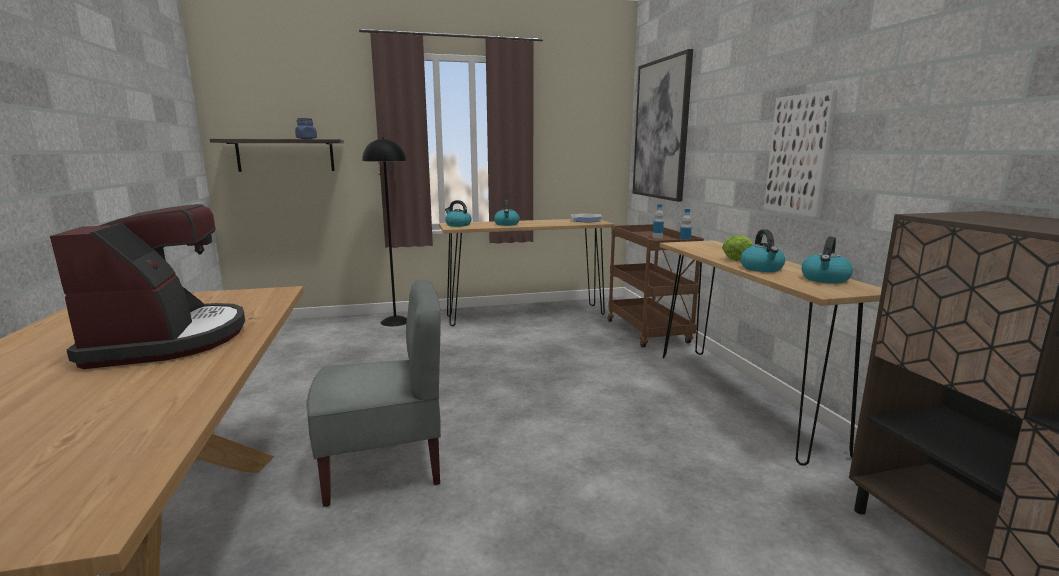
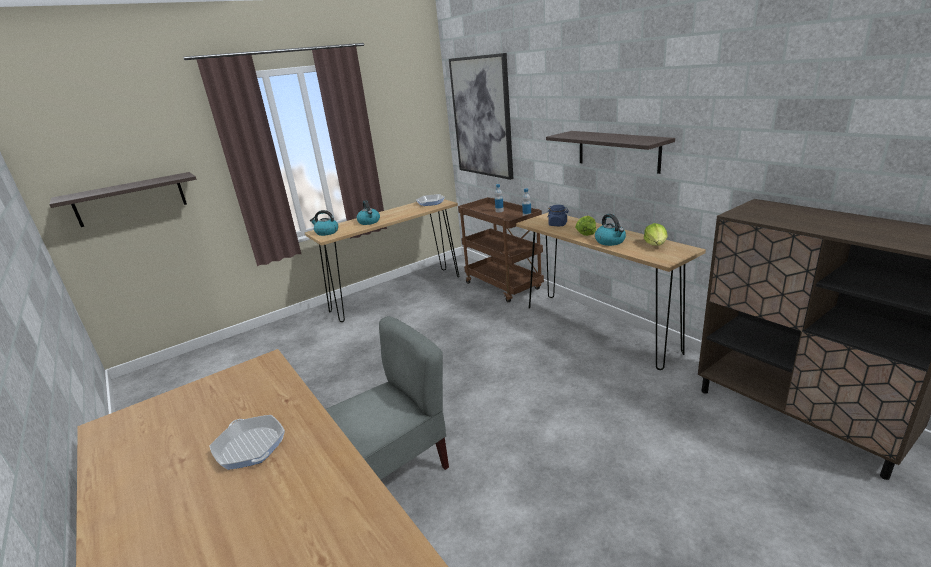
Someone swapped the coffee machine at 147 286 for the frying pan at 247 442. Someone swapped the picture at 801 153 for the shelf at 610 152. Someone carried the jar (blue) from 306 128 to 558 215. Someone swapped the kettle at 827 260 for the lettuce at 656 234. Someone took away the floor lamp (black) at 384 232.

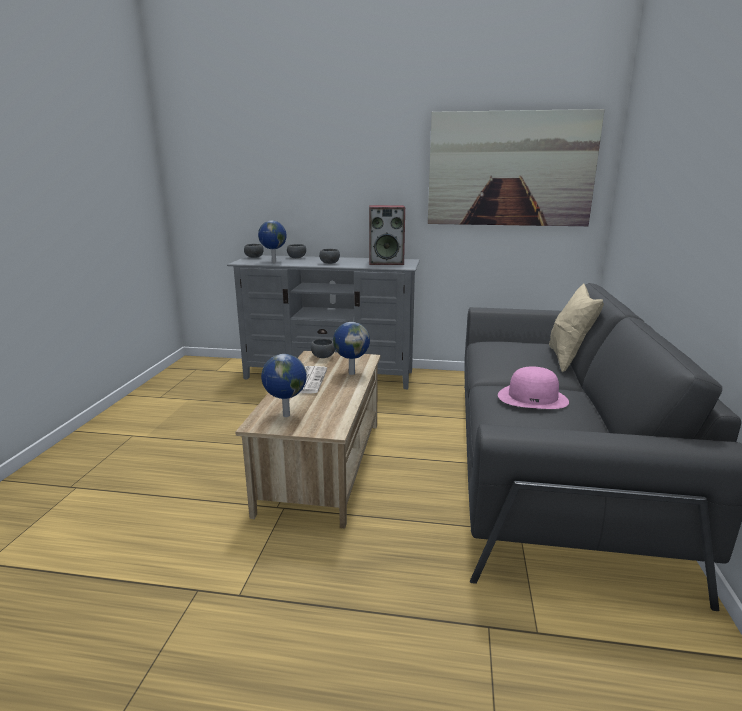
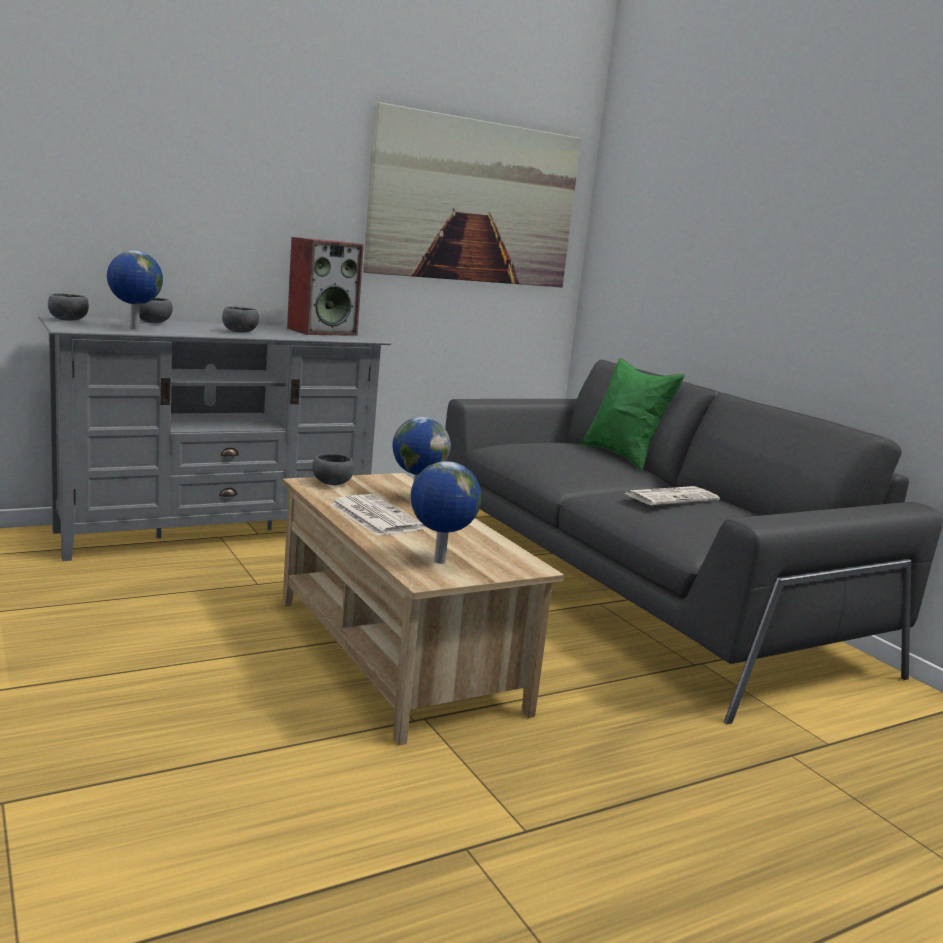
Someone repainted the pillow (beige) at 576 327, which became the pillow (green) at 633 414. Someone swapped the hat (pink) at 533 387 for the newspaper at 671 496.

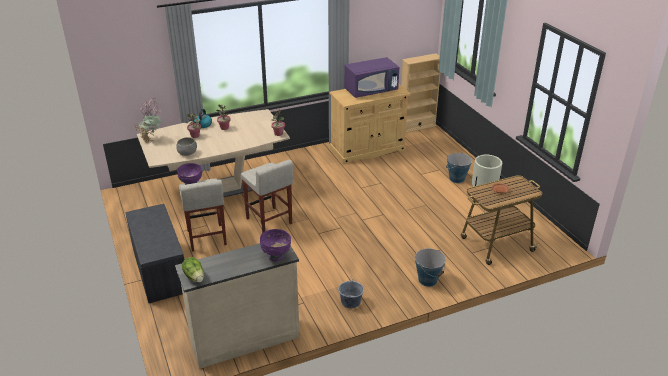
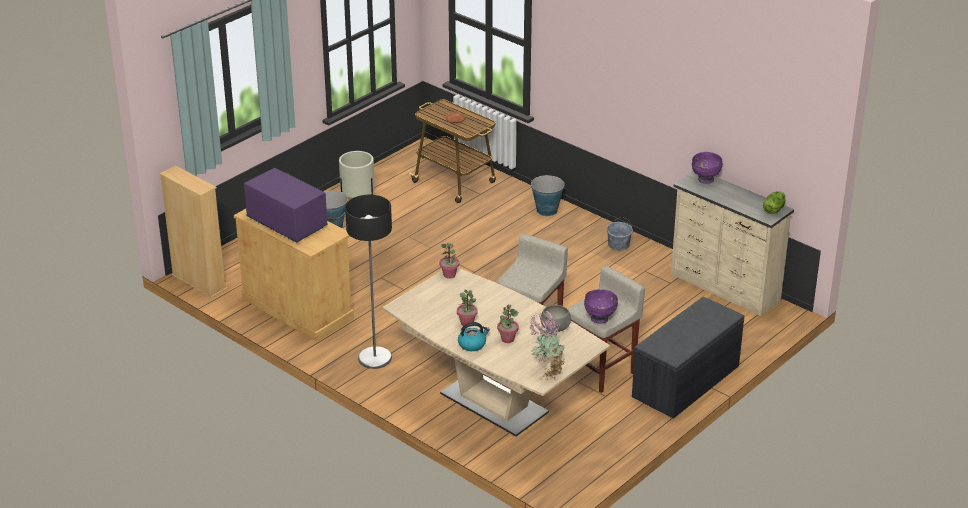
Someone put down the floor lamp at 368 282.

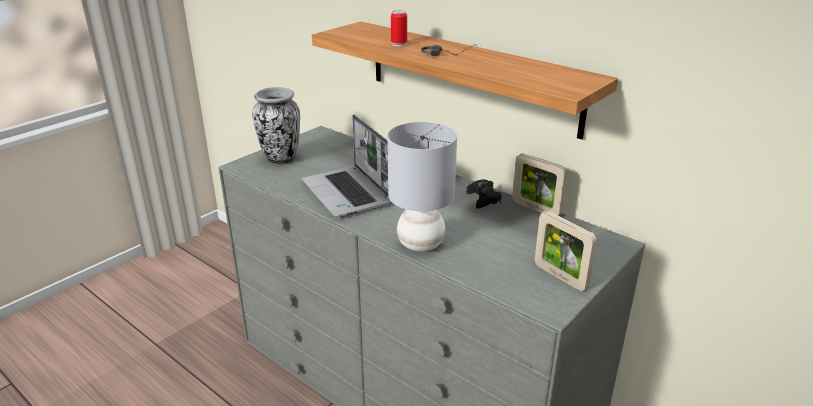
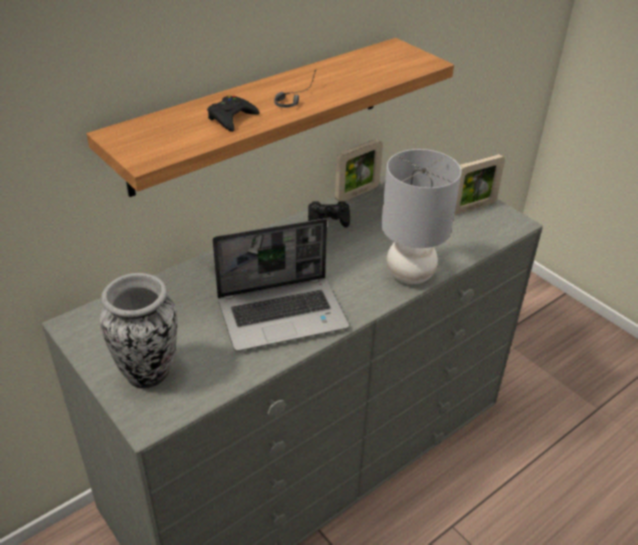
Someone swapped the can at 399 28 for the game controller (black) at 233 114.

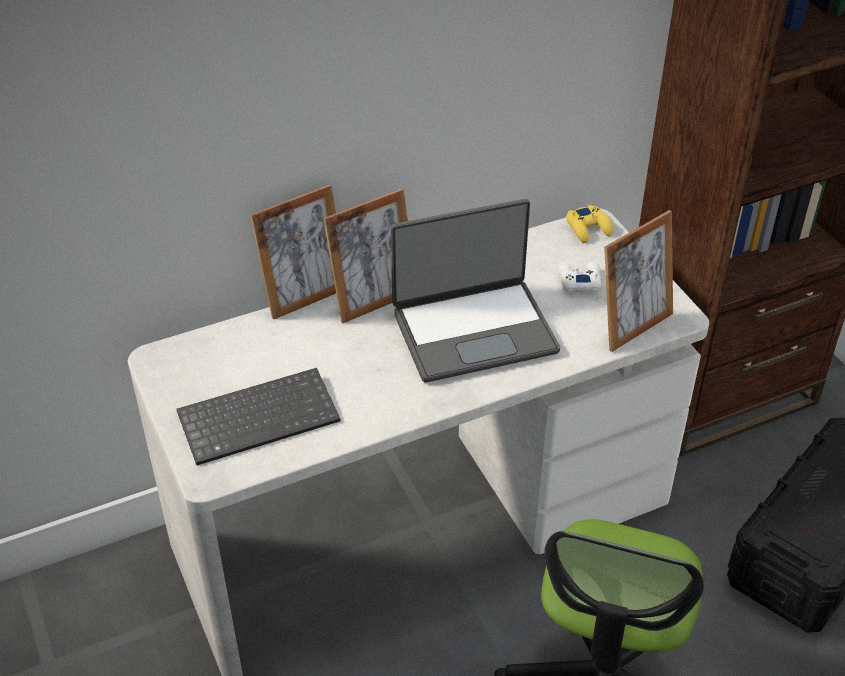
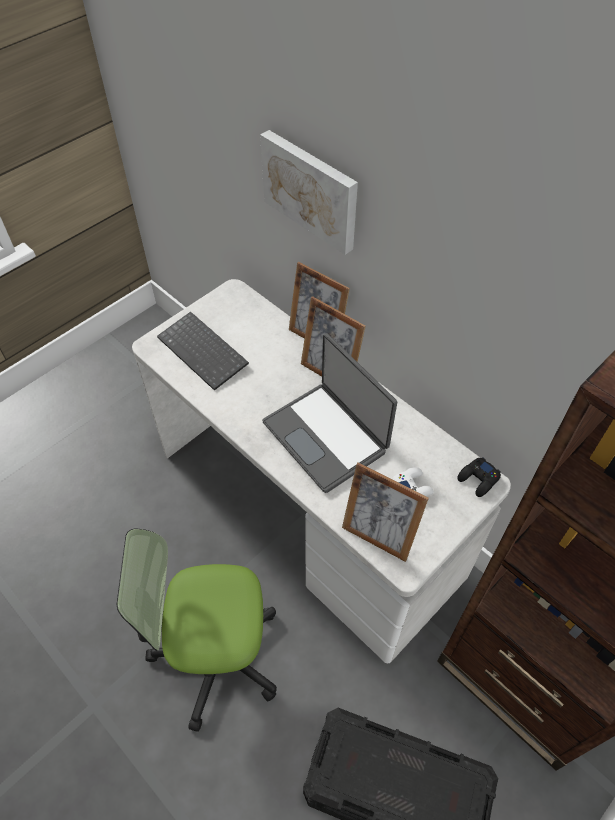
Someone put up the picture at 309 192. Someone repainted the game controller (yellow) at 590 224, which became the game controller (black) at 479 477.

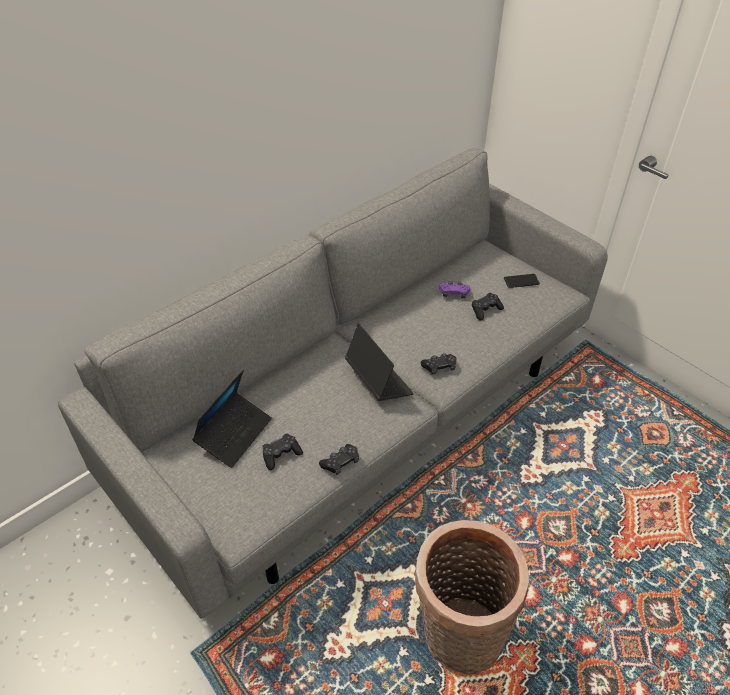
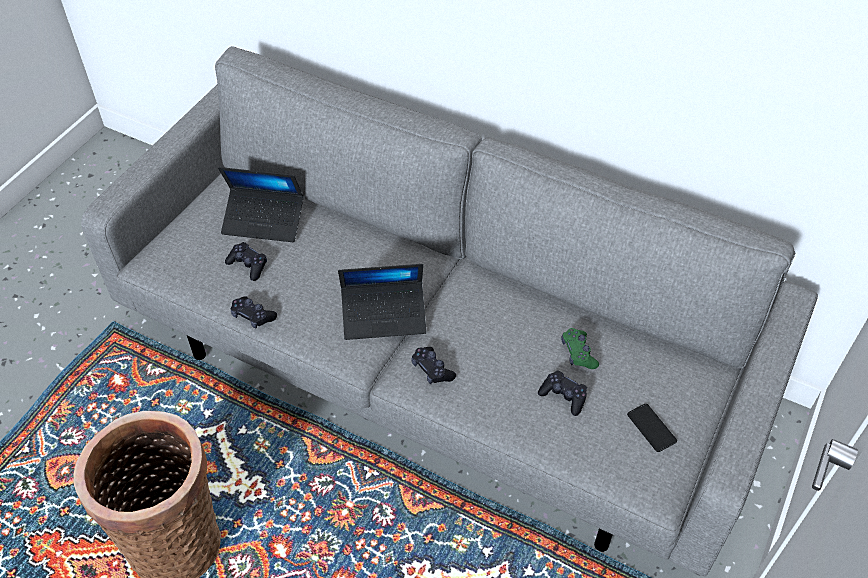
Someone rotated the laptop at 379 362 by 45 degrees clockwise. Someone repainted the game controller (purple) at 454 289, which became the game controller (green) at 580 348.

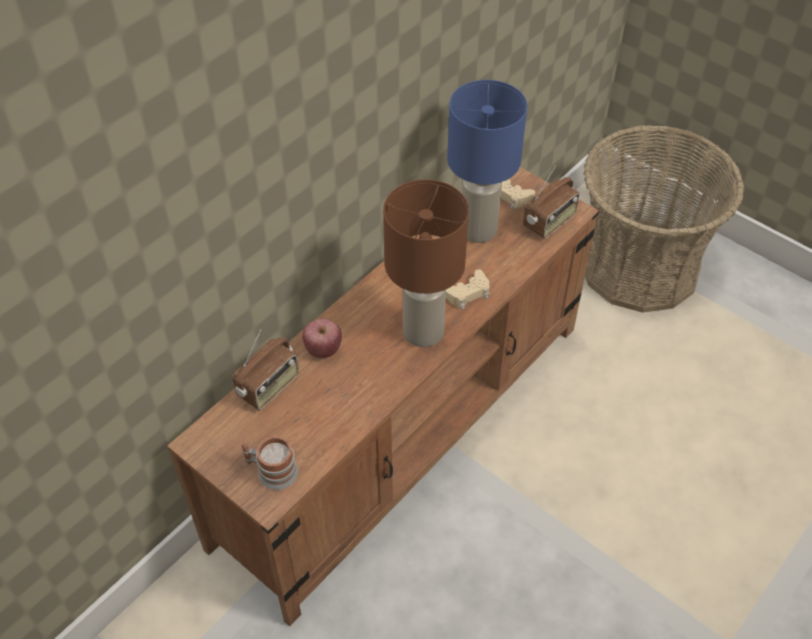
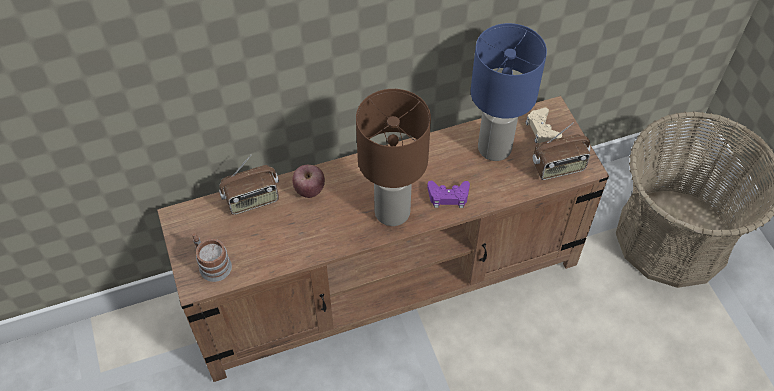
Someone repainted the game controller (beige) at 468 289, which became the game controller (purple) at 448 194.

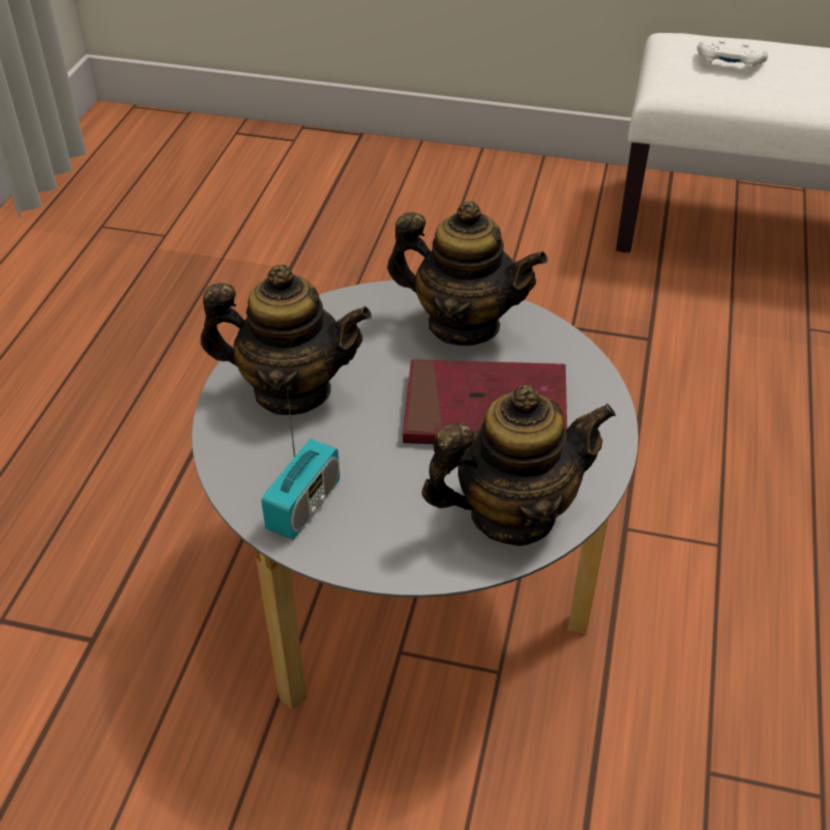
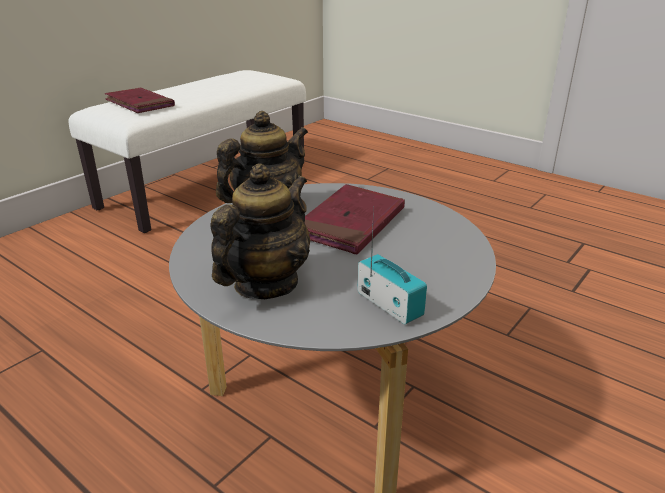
Someone swapped the game controller (white) at 732 55 for the book (red) at 140 100. Someone took away the teapot at 519 465.

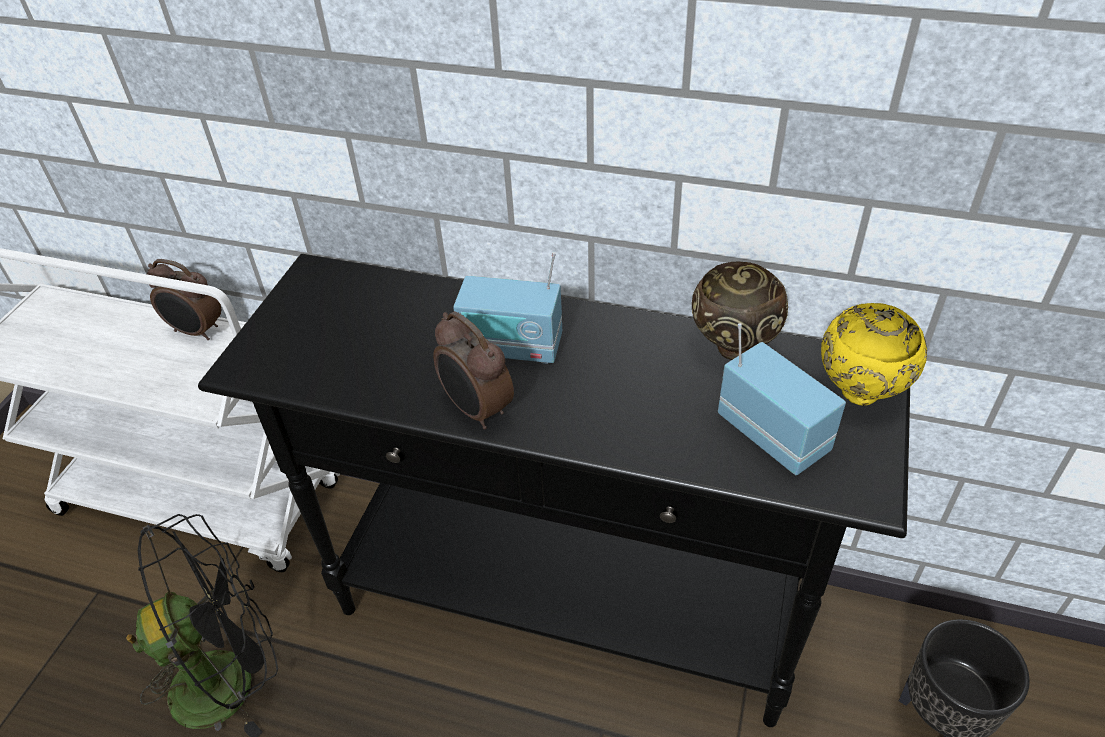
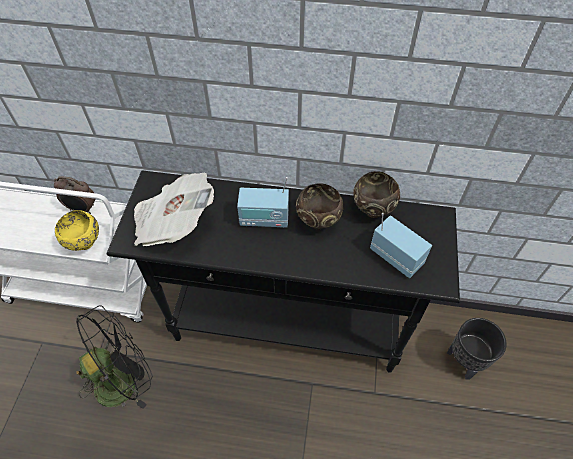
Someone carried the bowl (yellow) from 874 354 to 77 230. Someone put down the newspaper at 174 209. Someone put down the bowl (brown) at 320 206. Someone took away the alarm clock at 473 370.

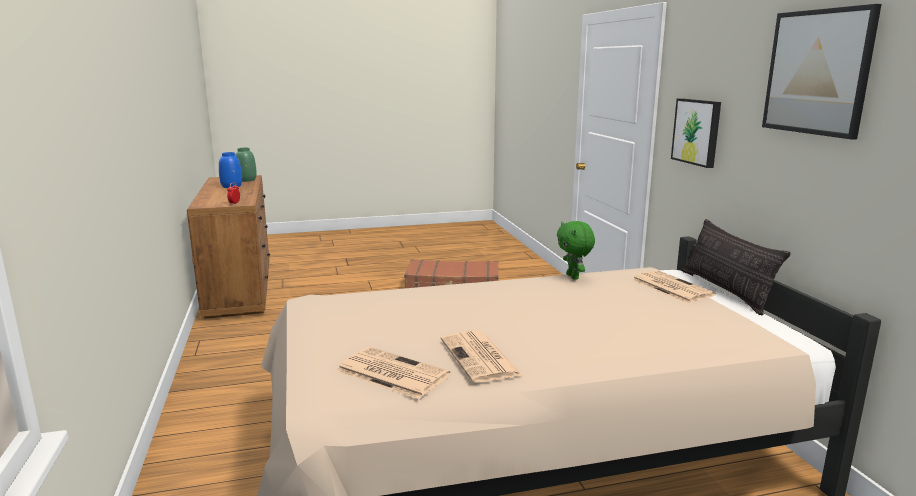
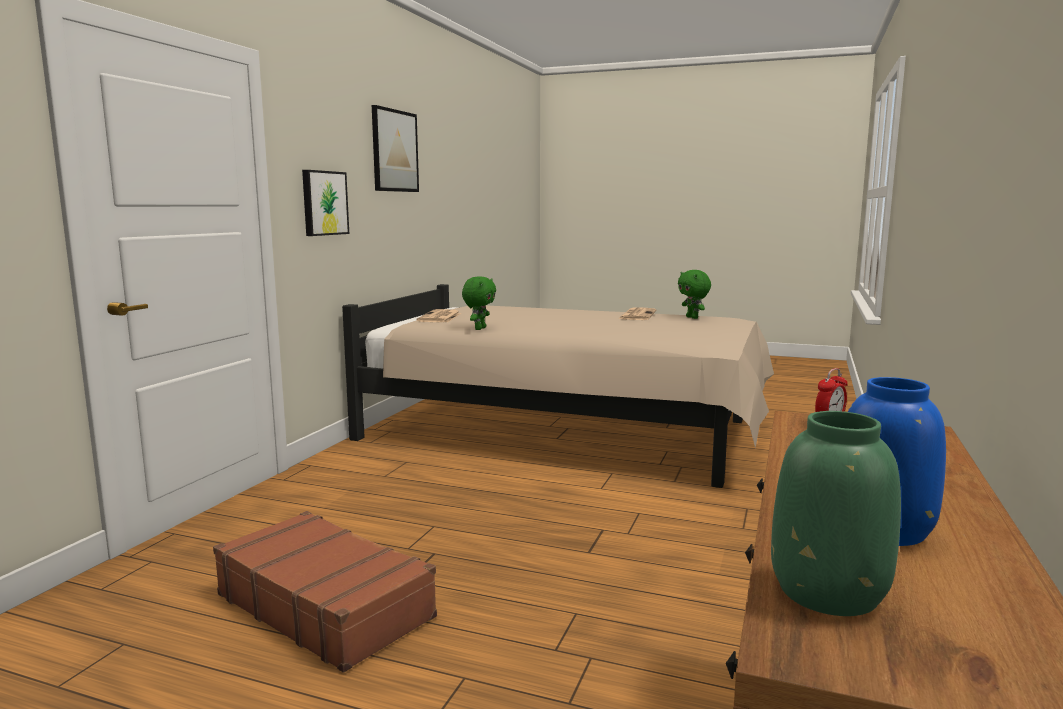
Someone swapped the newspaper at 393 373 for the plush toy (green) at 694 294. Someone took away the pillow at 736 267.

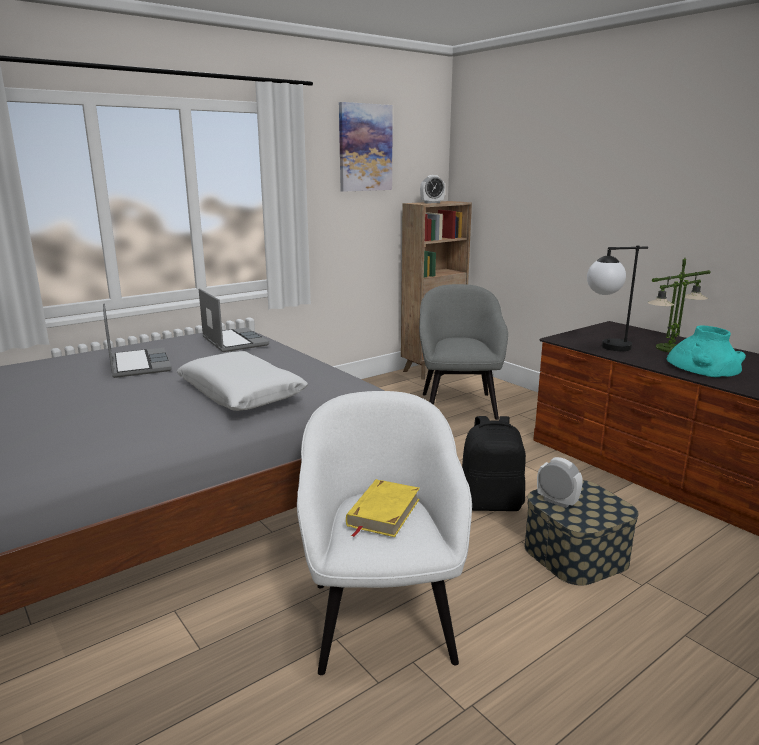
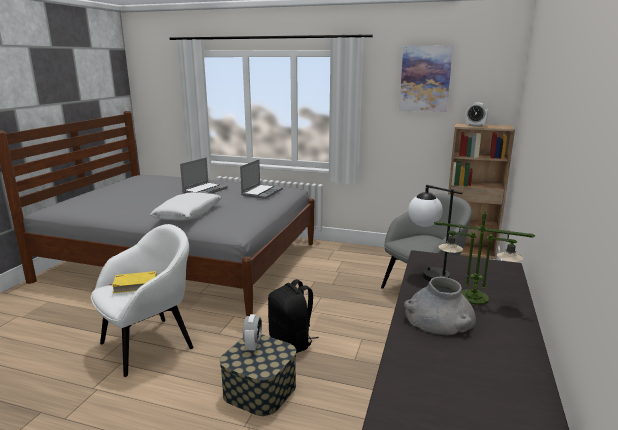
Someone repainted the vase (turquoise) at 706 351, which became the vase (grey) at 440 306.

